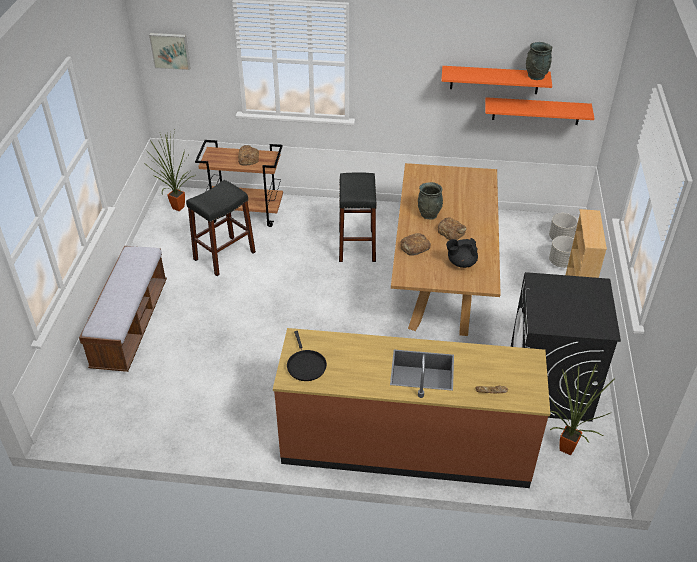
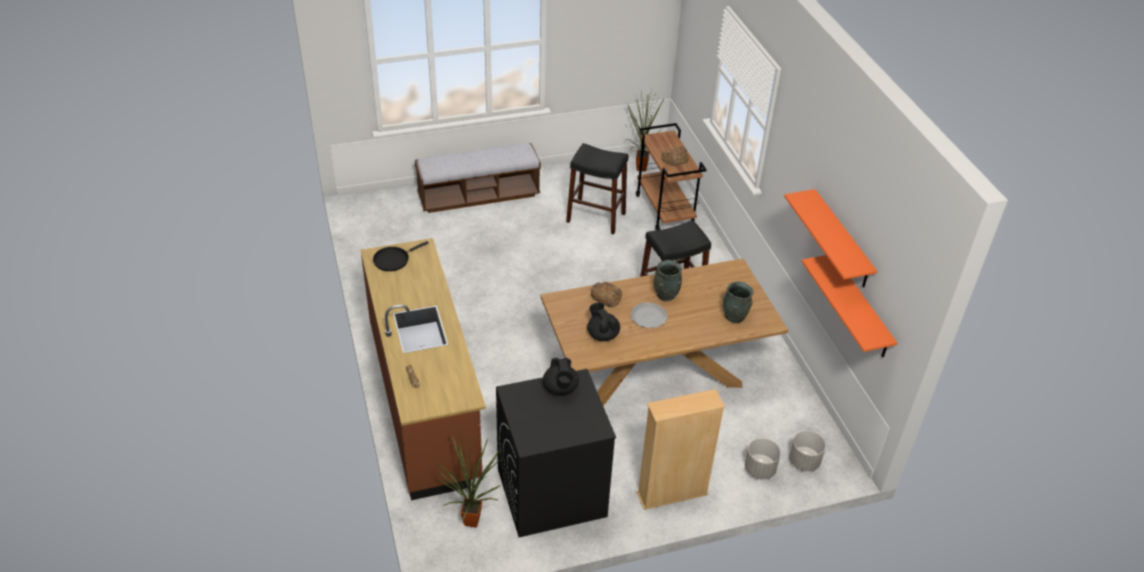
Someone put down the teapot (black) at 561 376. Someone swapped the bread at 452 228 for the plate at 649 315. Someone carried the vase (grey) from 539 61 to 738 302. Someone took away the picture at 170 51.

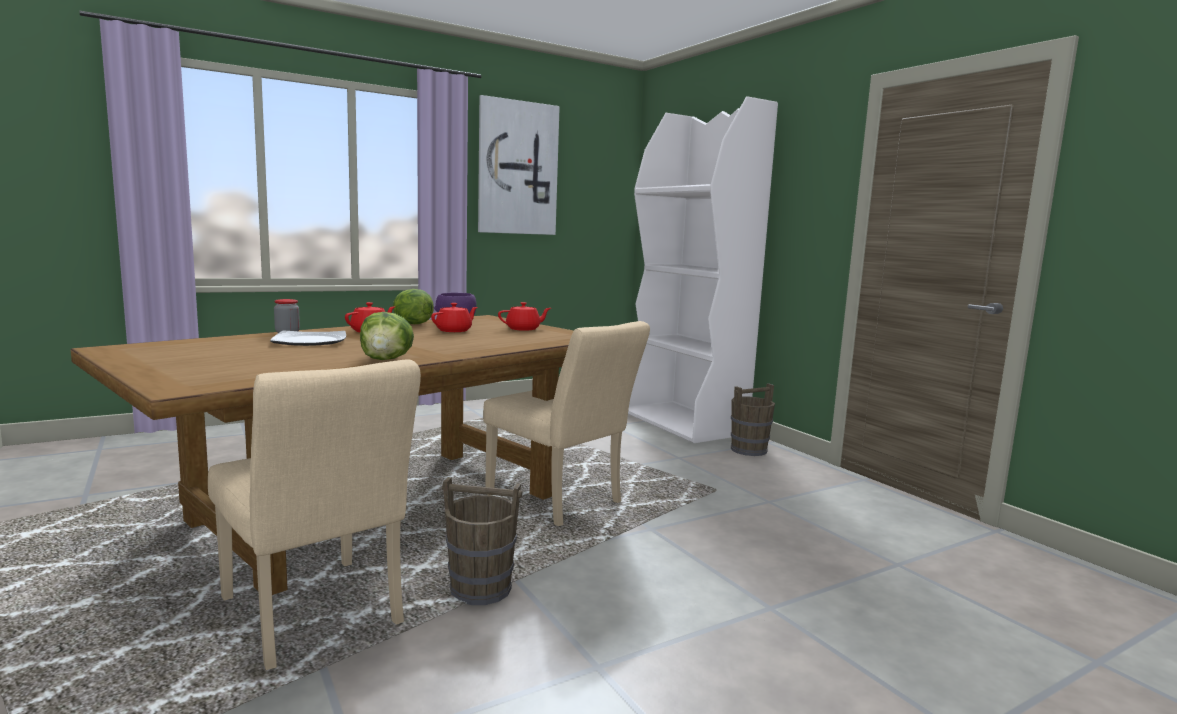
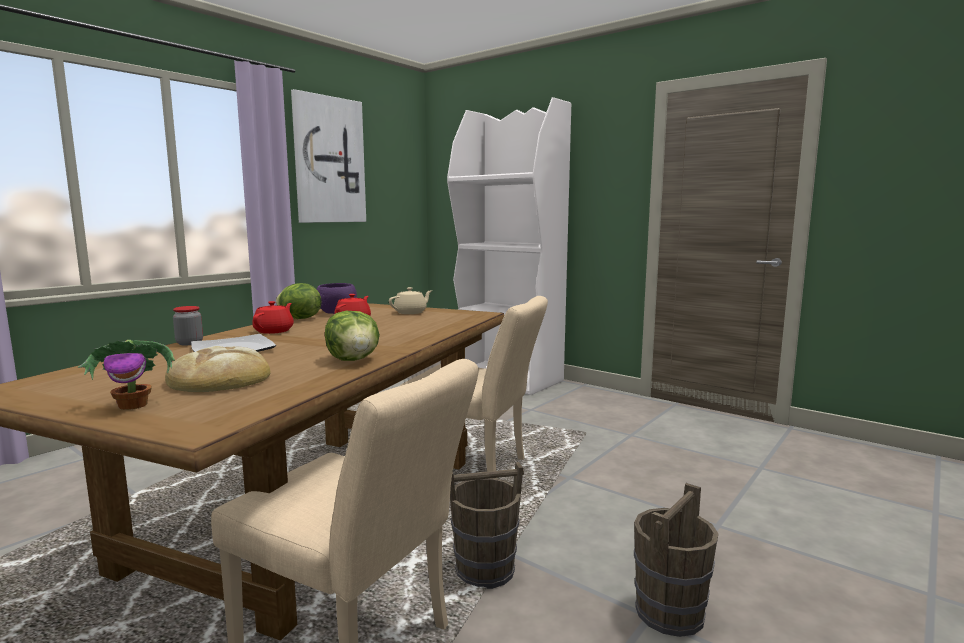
Someone put down the potted plant at 126 375. Someone put down the bread at 218 369. Someone repainted the teapot (red) at 524 316, which became the teapot (beige) at 410 300. Someone carried the bucket (brown) from 753 419 to 676 560.

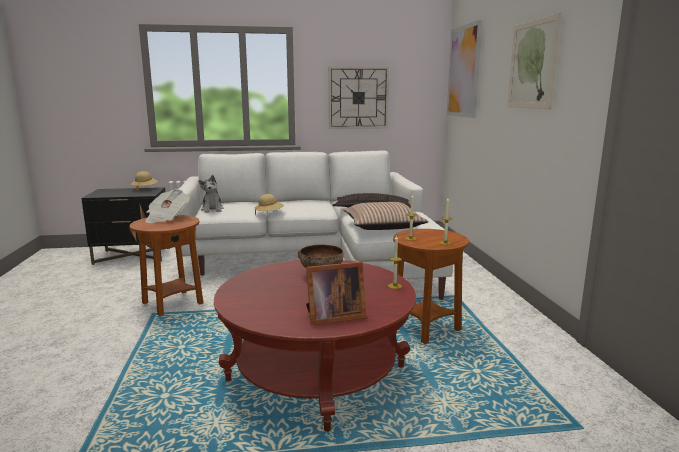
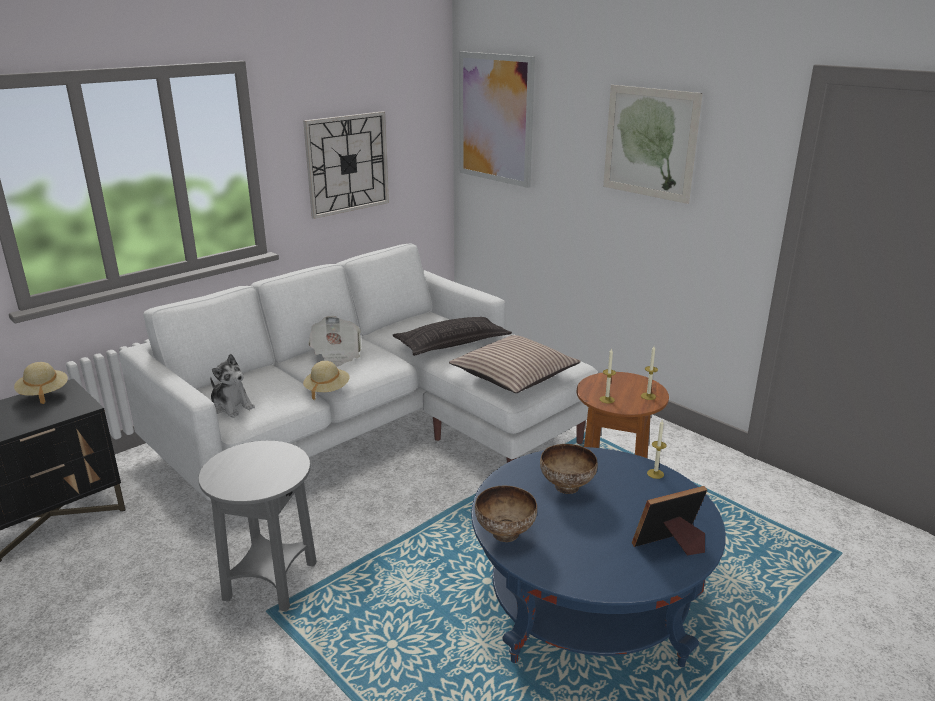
Someone repainted the side table (brown) at 166 265, which became the side table (grey) at 257 526. Someone carried the newspaper from 167 206 to 334 341. Someone repainted the coffee table (red) at 315 346, which became the coffee table (blue) at 598 557. Someone put down the bowl at 506 514. Someone rotated the picture frame at 336 293 by 150 degrees counterclockwise.

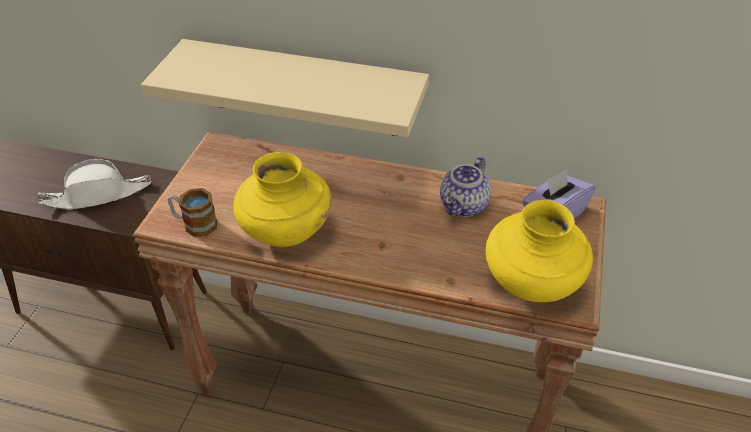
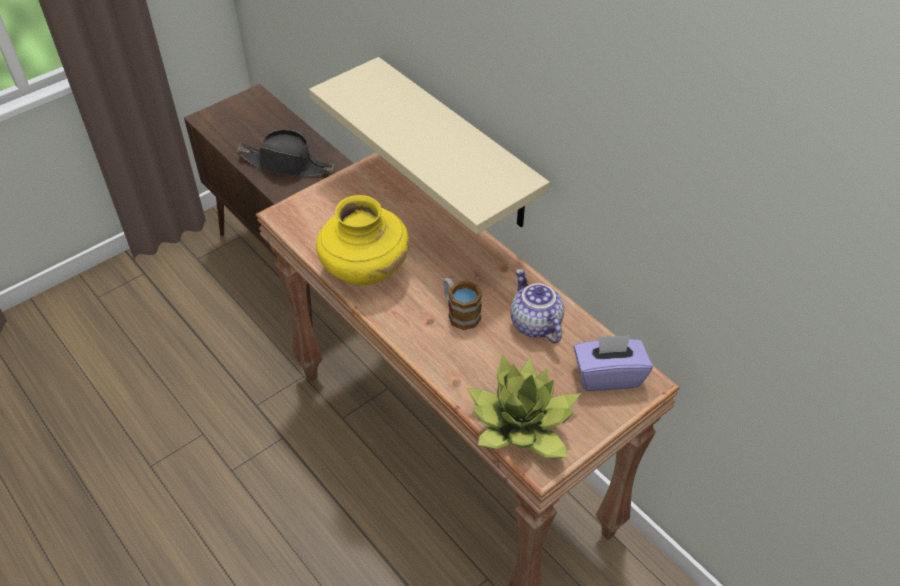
Someone repainted the hat (white) at 94 184, which became the hat (black) at 286 153. Someone carried the mug from 192 212 to 463 304. Someone swapped the vase (yellow) at 539 251 for the potted plant at 524 407. Someone rotated the teapot at 465 186 by 90 degrees clockwise.

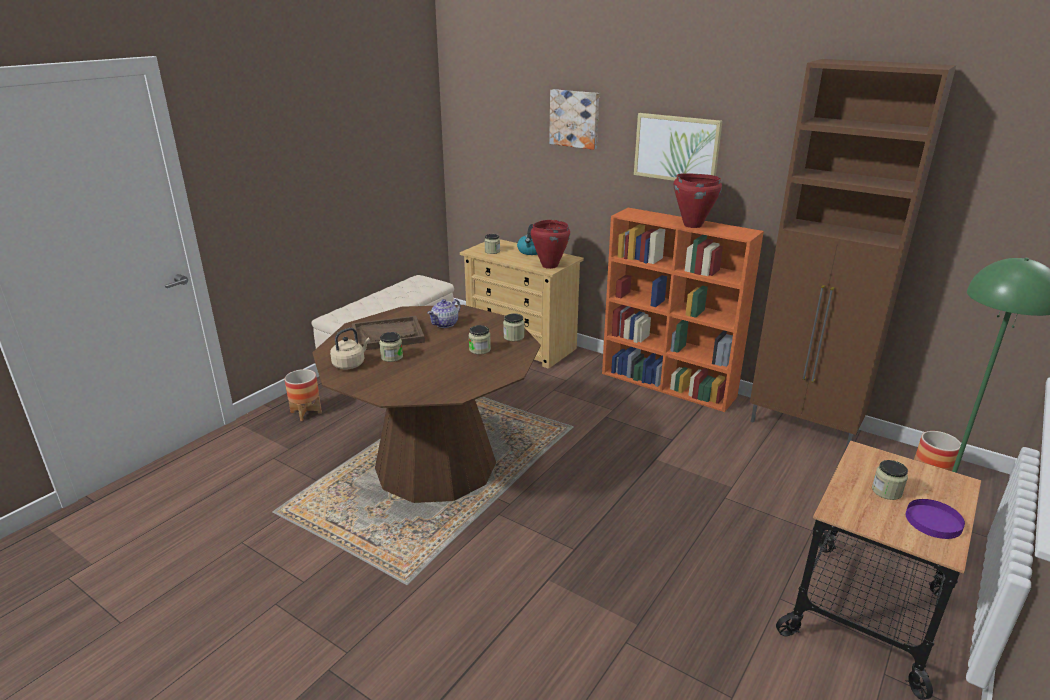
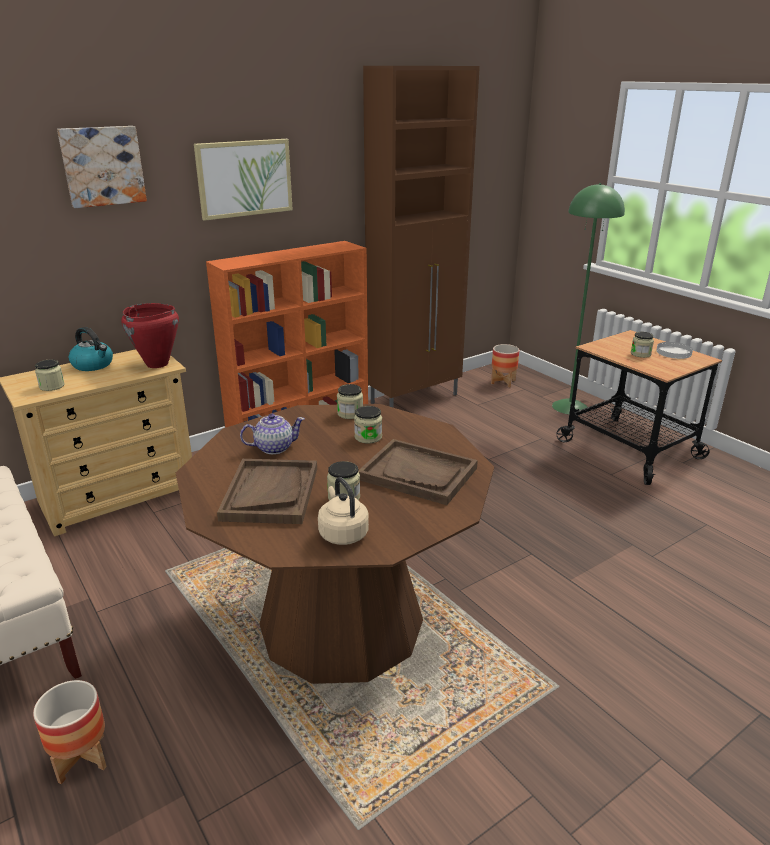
Someone rotated the teapot at 444 313 by 75 degrees counterclockwise. Someone put down the tray (brown) at 418 472. Someone repainted the plate (purple) at 935 519, which became the plate (white) at 674 350. Someone took away the cooking pot (red) at 698 200.

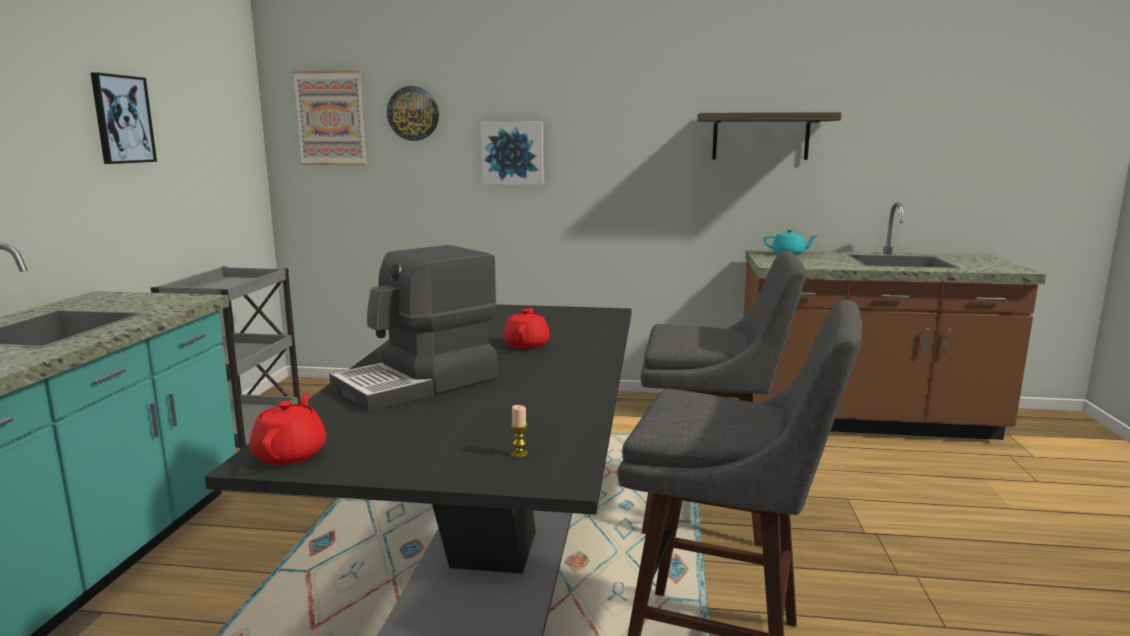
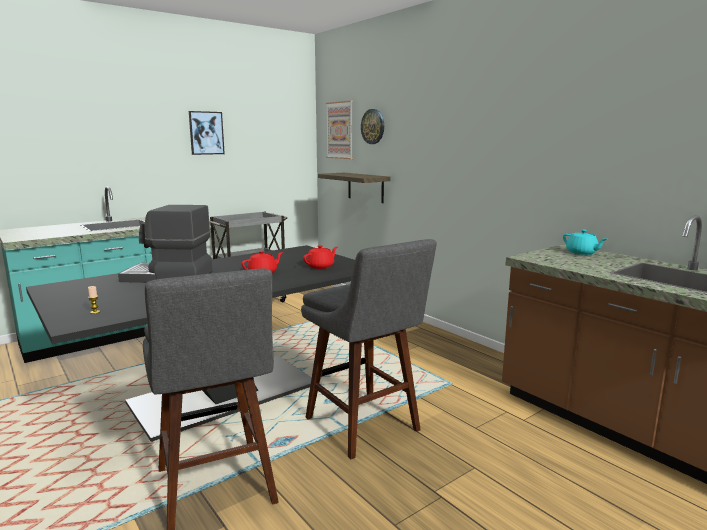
Someone carried the teapot (red) from 288 428 to 320 257. Someone carried the shelf from 769 136 to 354 188. Someone took away the picture at 512 153.

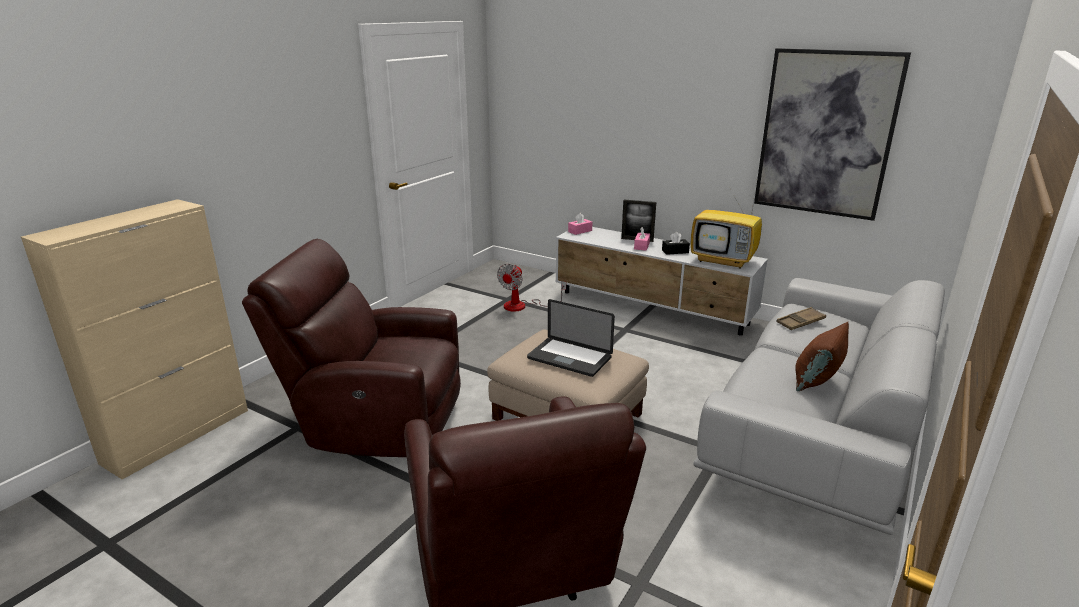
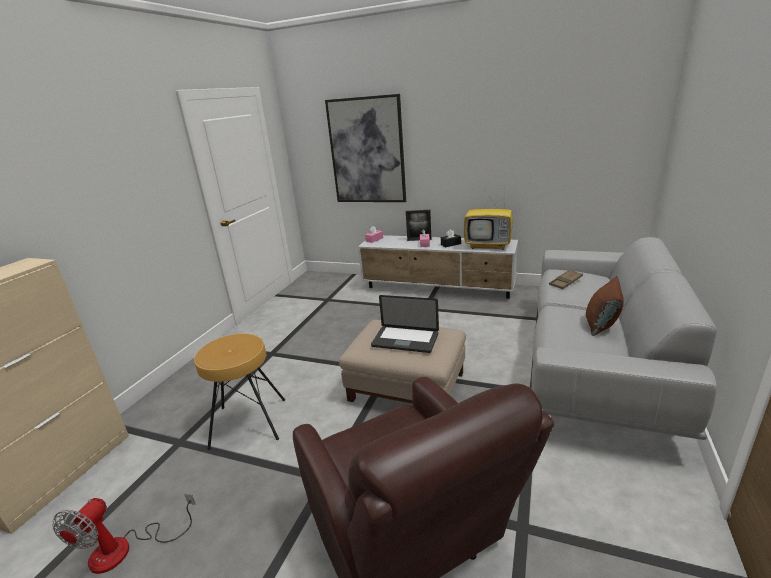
Someone carried the fan from 531 287 to 124 534. Someone swapped the armchair (brown) at 351 348 for the stool (brown) at 239 392. Someone carried the picture from 832 134 to 365 148.

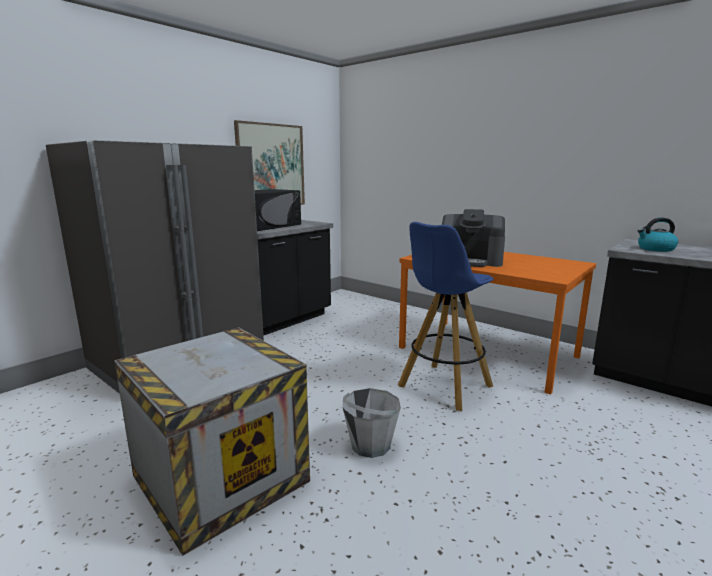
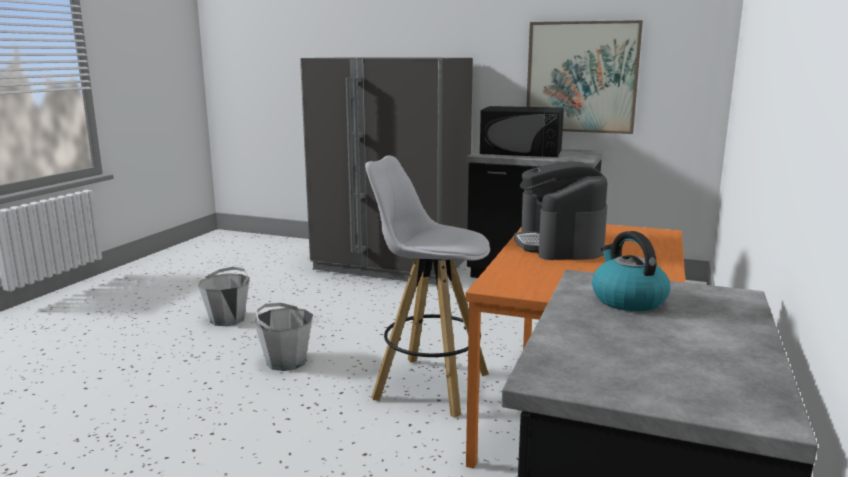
Someone swapped the crate at 212 441 for the bucket (grey) at 224 296. Someone repainted the stool (blue) at 445 316, which became the stool (white) at 427 286.

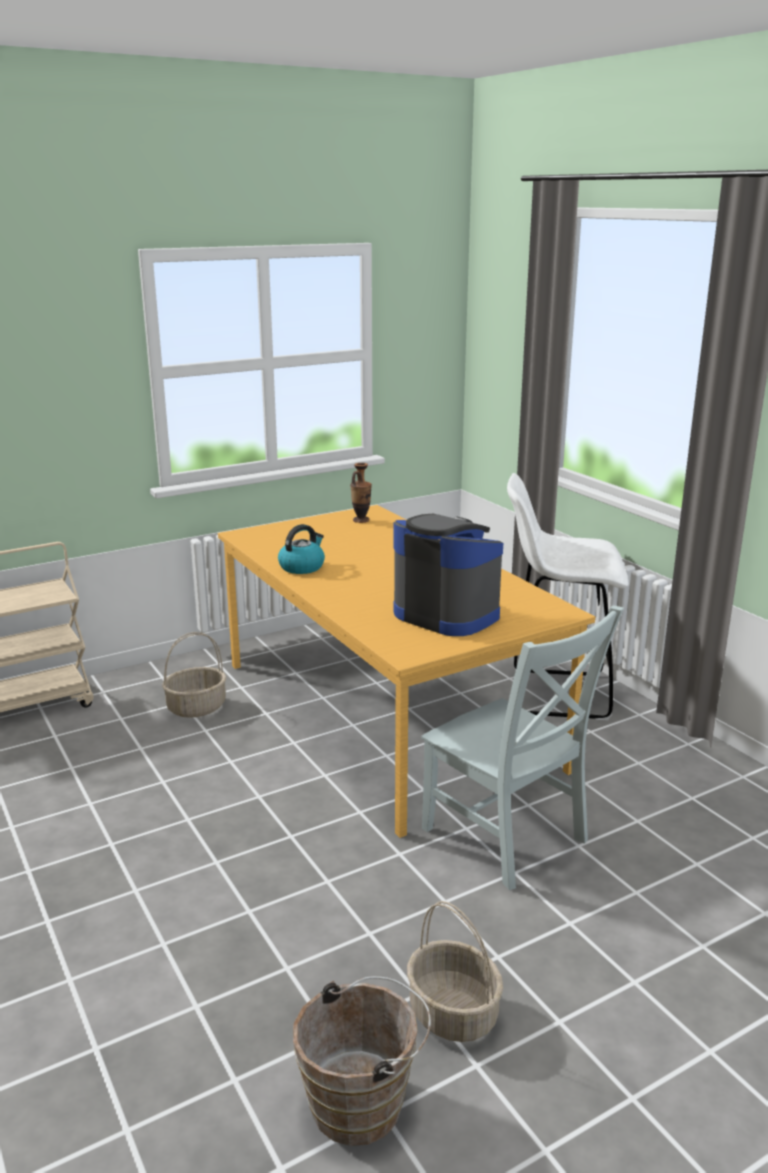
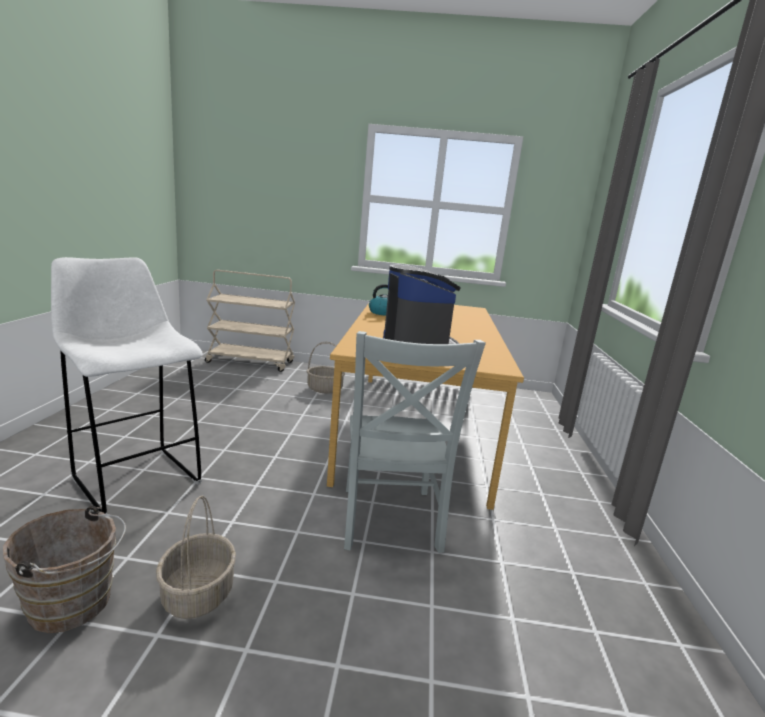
Someone carried the stool (white) from 567 597 to 127 386. Someone took away the vase at 361 493.

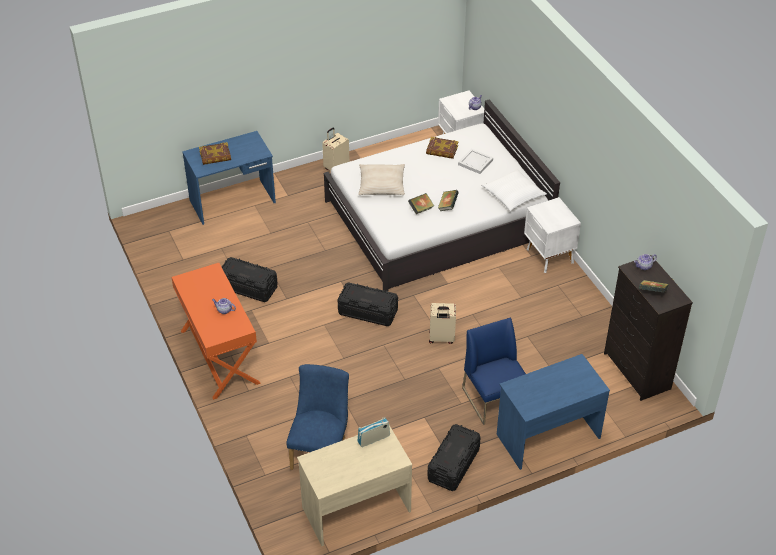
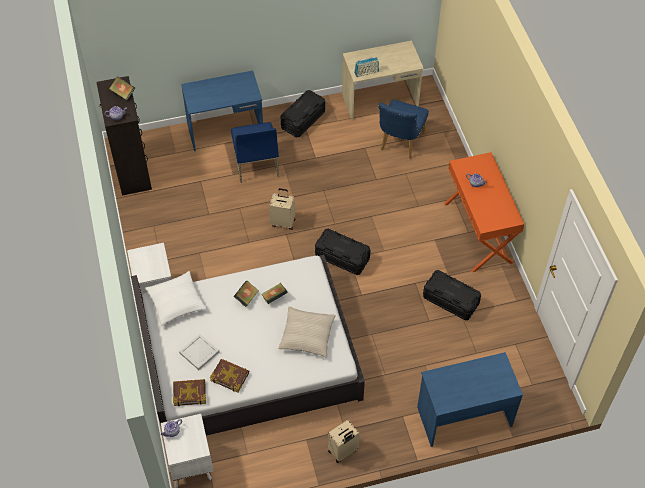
Someone carried the book from 215 153 to 189 392.

